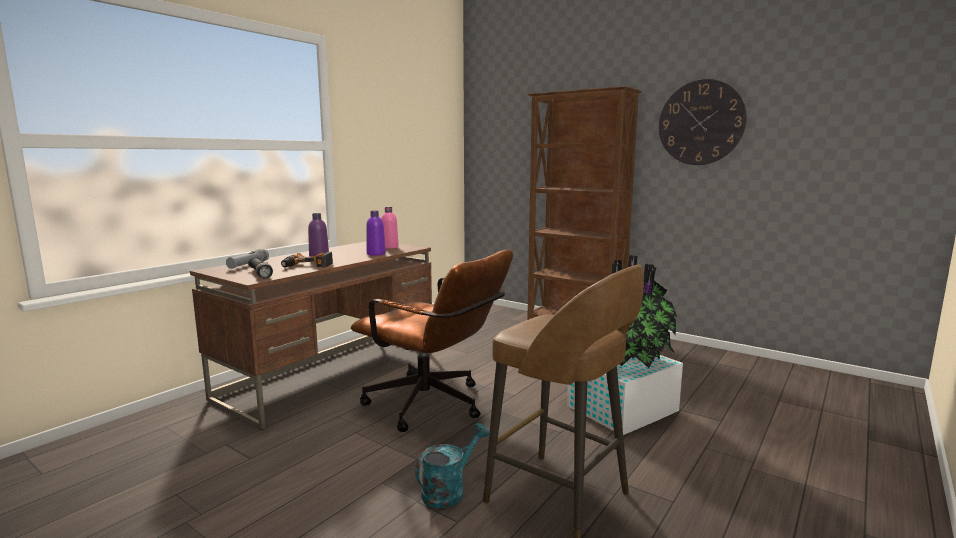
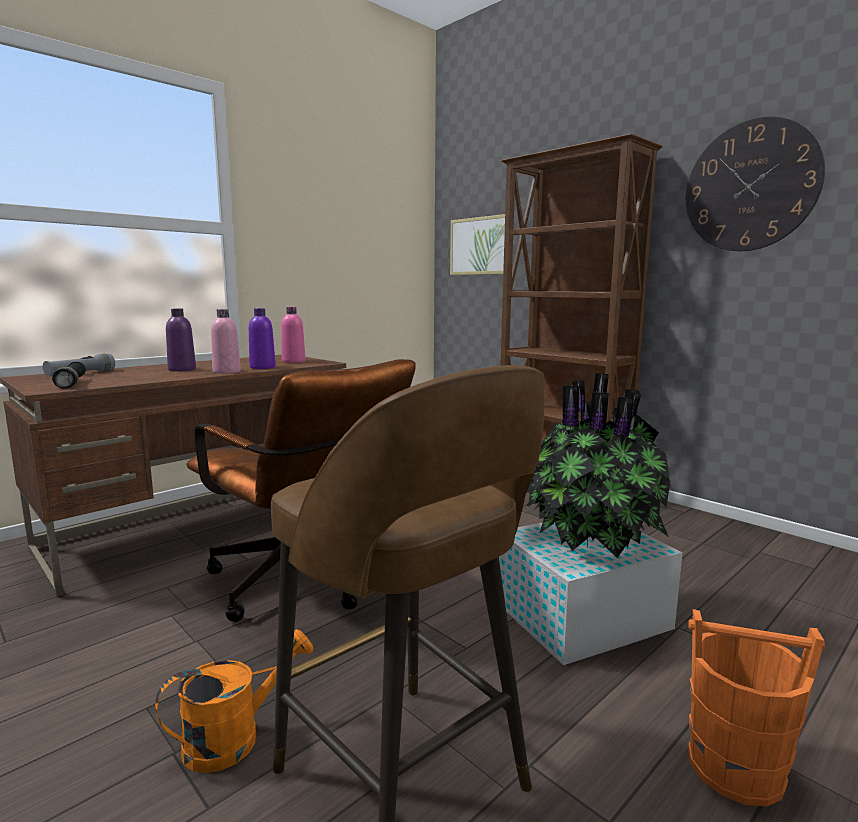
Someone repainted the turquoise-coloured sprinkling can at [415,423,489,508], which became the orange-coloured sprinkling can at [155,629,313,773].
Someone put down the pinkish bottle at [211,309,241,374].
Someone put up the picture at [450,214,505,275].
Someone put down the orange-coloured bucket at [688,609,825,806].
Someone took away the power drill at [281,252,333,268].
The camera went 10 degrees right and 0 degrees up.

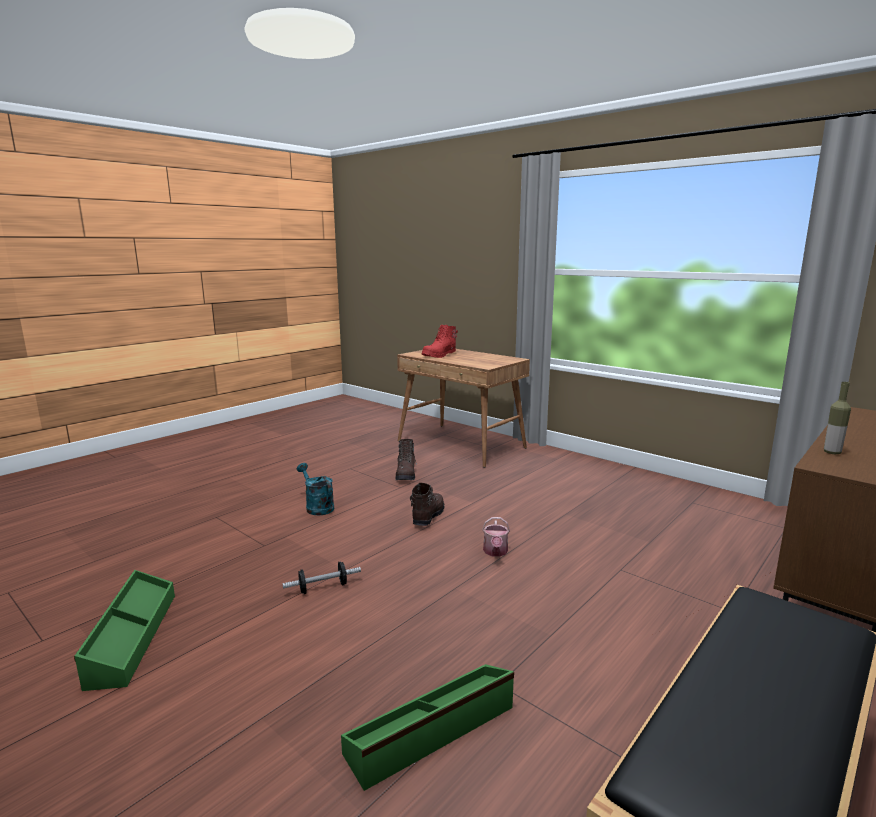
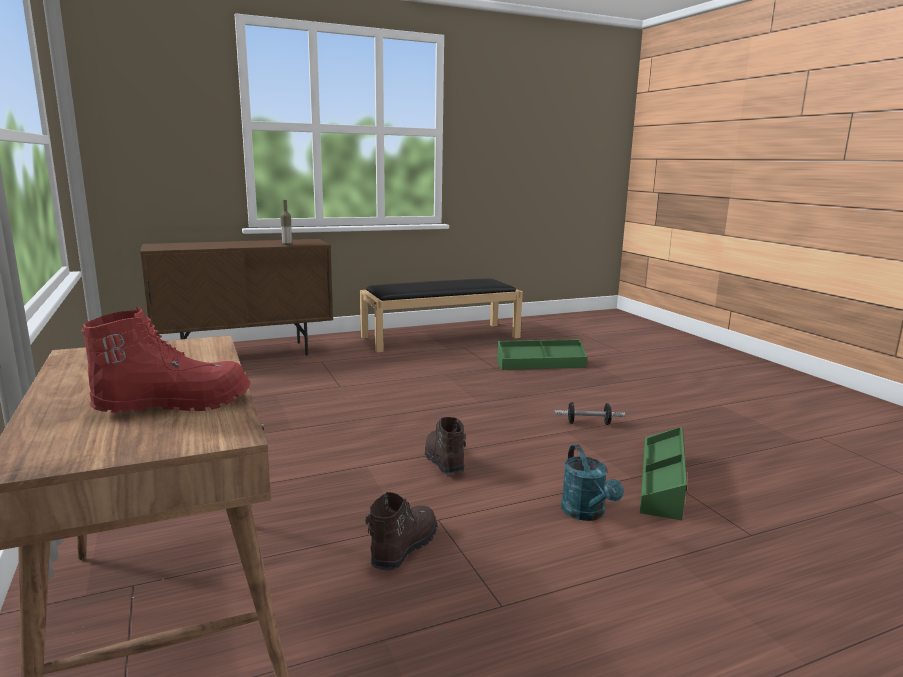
Someone rotated the brownish boot at [410,483,445,526] by 120 degrees clockwise.
Someone carried the green-coloured storage bin from [74,570,175,691] to [640,427,687,520].
Someone took away the sprinkling can at [482,517,510,557].
The camera went 155 degrees left and 0 degrees up.

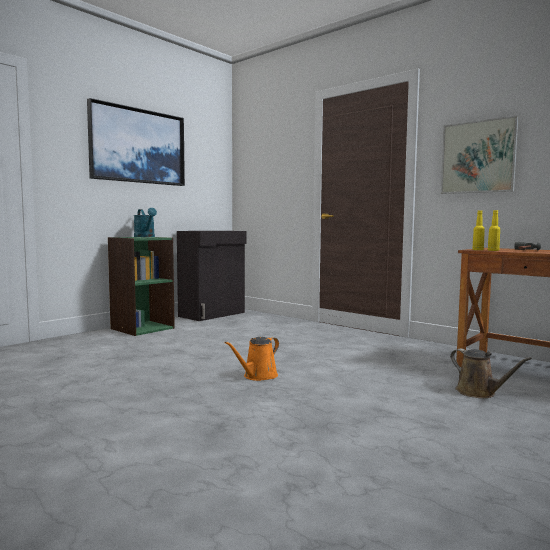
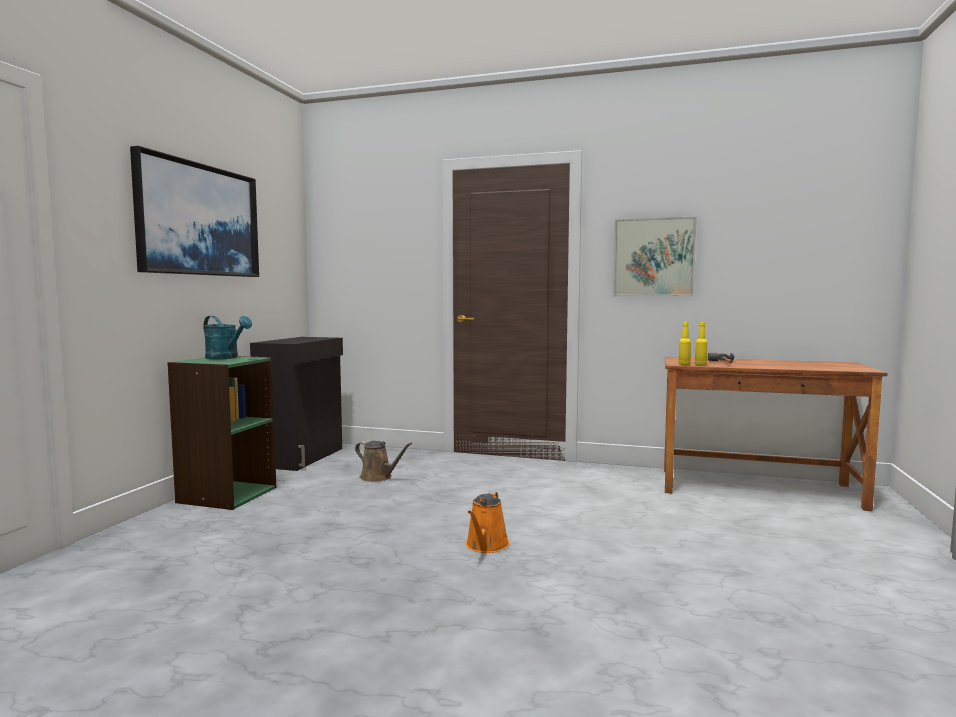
Someone carried the brownish sprinkling can from [450,349,532,398] to [355,441,412,482].
The camera went 25 degrees left and 0 degrees up.

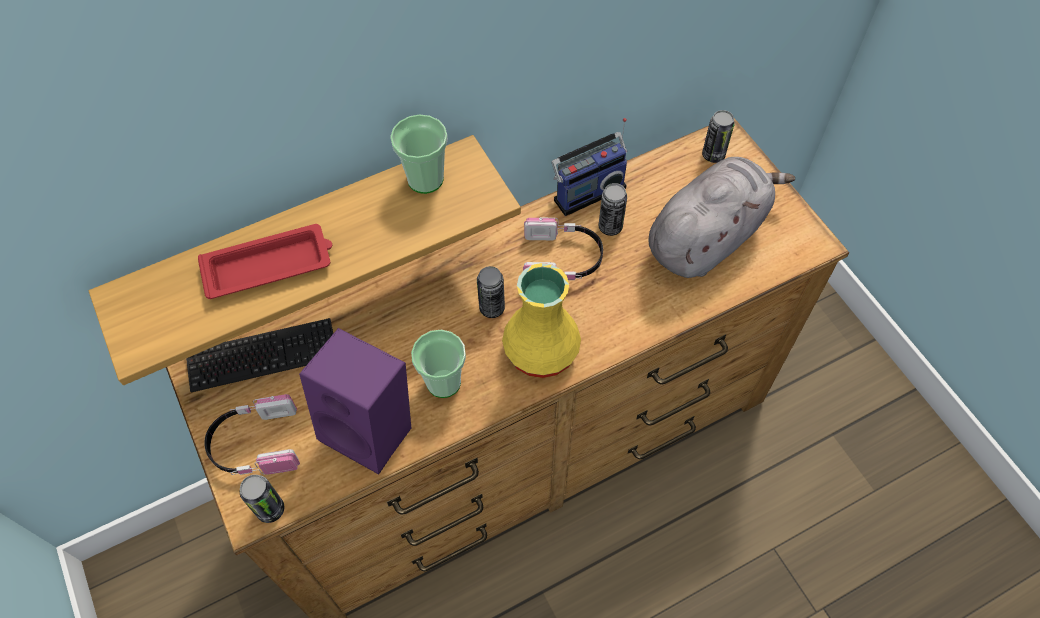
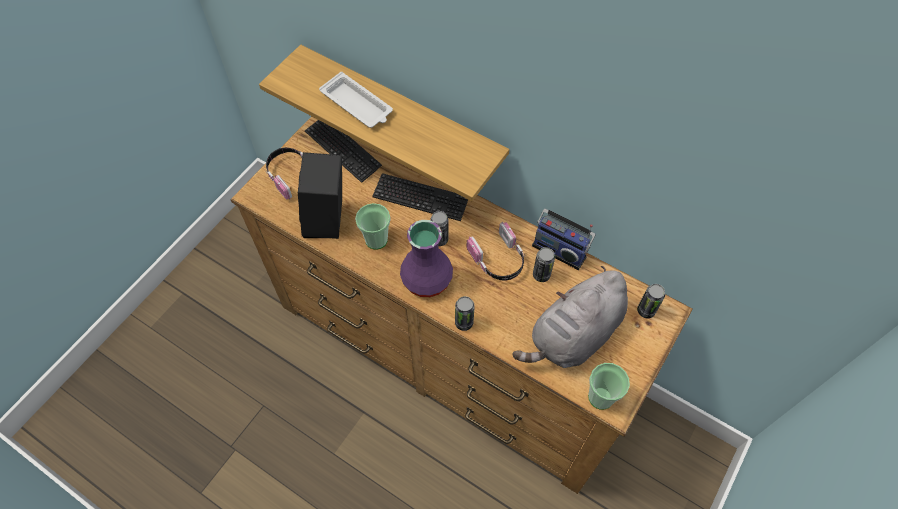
Someone repainted the purplish audio speaker at [299,328,411,475], which became the black-coloured audio speaker at [298,152,342,239].
Someone repainted the red-coloured tray at [198,224,332,299], which became the whitish tray at [319,72,393,128].
Someone put down the PC keyboard at [372,173,468,221].
Someone repainted the yellow flower vase at [502,263,581,378], which became the purplish flower vase at [400,220,453,297].
Someone carried the can from [240,475,285,523] to [455,296,475,331].
Someone rotated the grey plush toy at [648,157,795,278] by 120 degrees clockwise.
Someone carried the drinking cup from [390,114,448,194] to [588,363,630,410].
The camera went 60 degrees right and 0 degrees up.

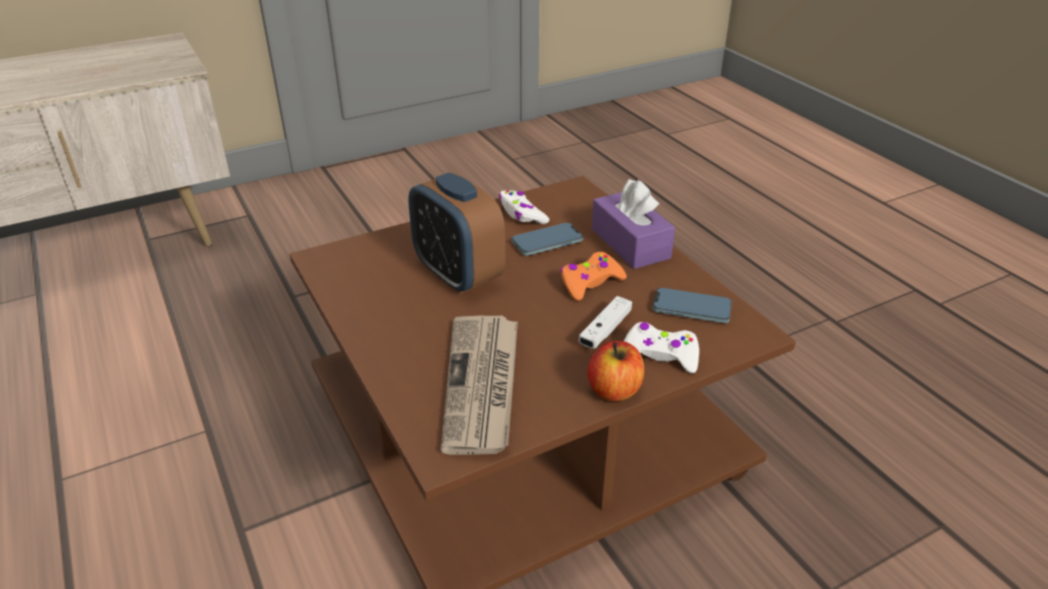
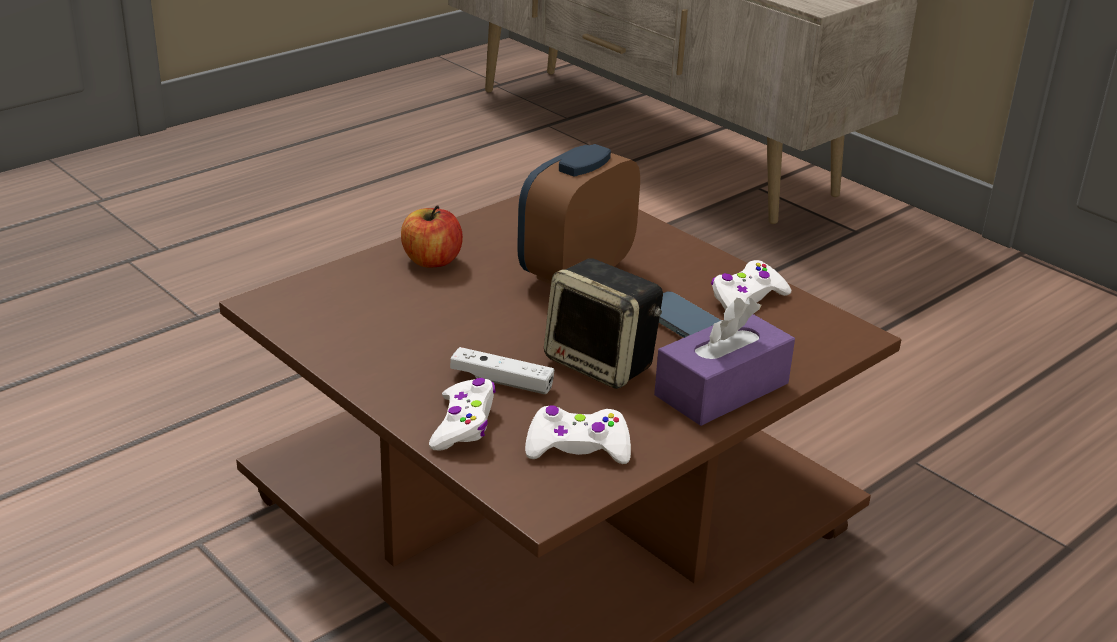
Someone carried the apple fruit from [588,341,644,402] to [401,205,463,268].
Someone swapped the telephone at [653,288,732,323] for the whitish gamepad at [525,405,631,464].
Someone swapped the orange-coloured gamepad at [561,252,627,301] for the audio speaker at [544,258,663,389].
Someone took away the newspaper at [441,316,518,455].
The camera went 75 degrees right and 5 degrees down.

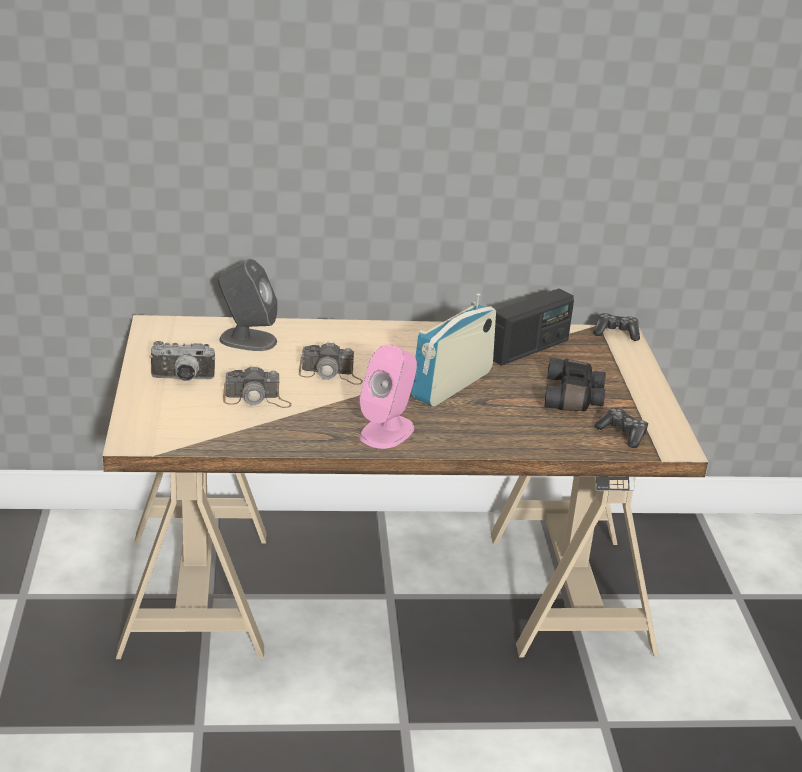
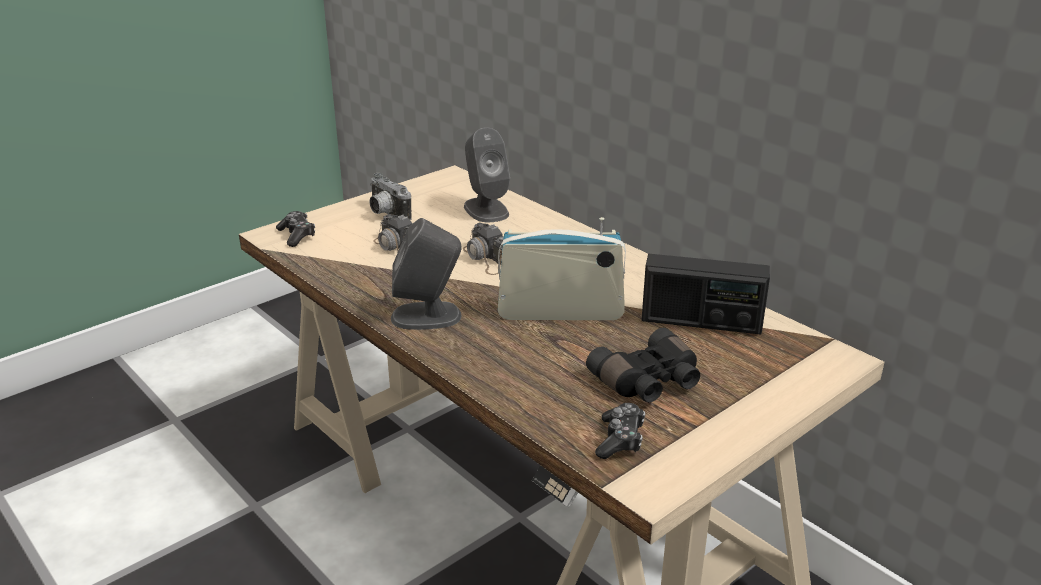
Someone carried the gamepad from [593,313,640,341] to [276,211,315,247].
Someone repainted the pinkish audio speaker at [359,345,417,449], which became the grey audio speaker at [391,218,462,330].
The camera went 55 degrees right and 0 degrees up.

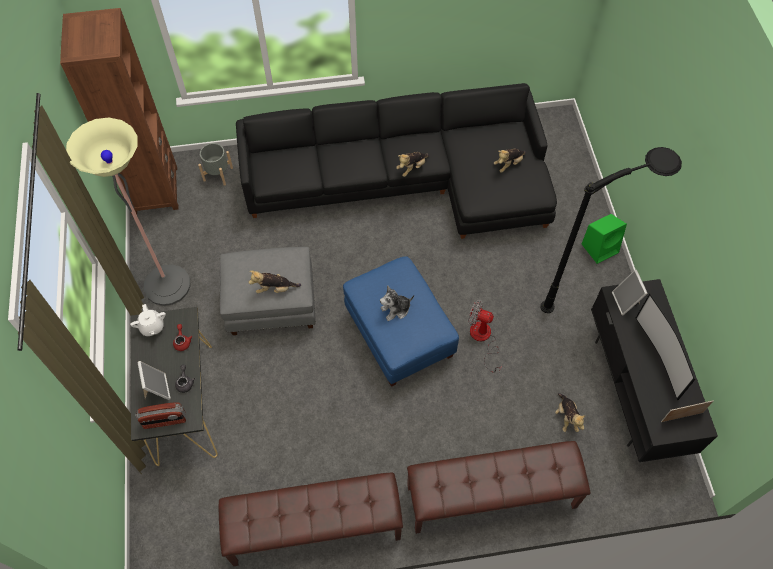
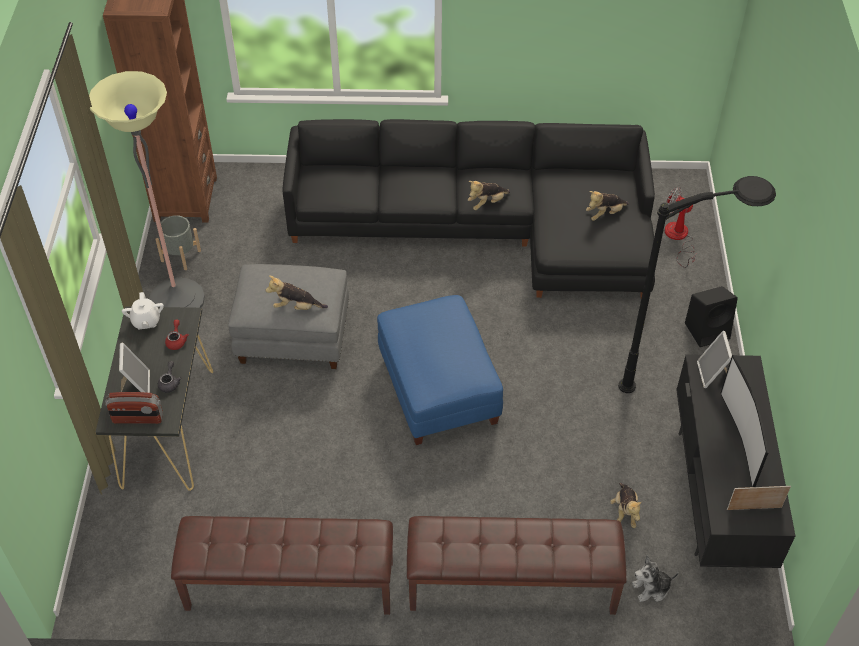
Someone carried the grey flower pot from [198,143,233,186] to [155,215,201,270].
Someone carried the plush toy from [380,285,414,321] to [632,555,678,602].
Someone carried the electric fan from [468,300,502,373] to [665,187,696,268].
Someone repainted the green-coloured audio speaker at [582,214,627,264], which became the black-coloured audio speaker at [685,286,738,347].
The camera went 10 degrees right and 10 degrees down.

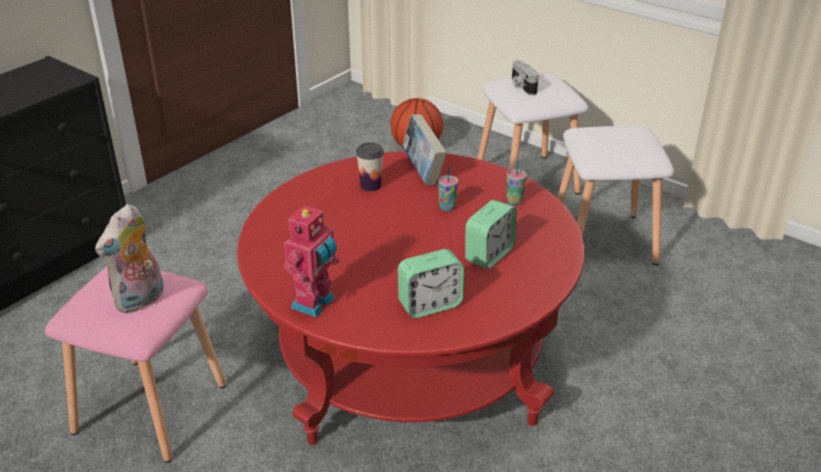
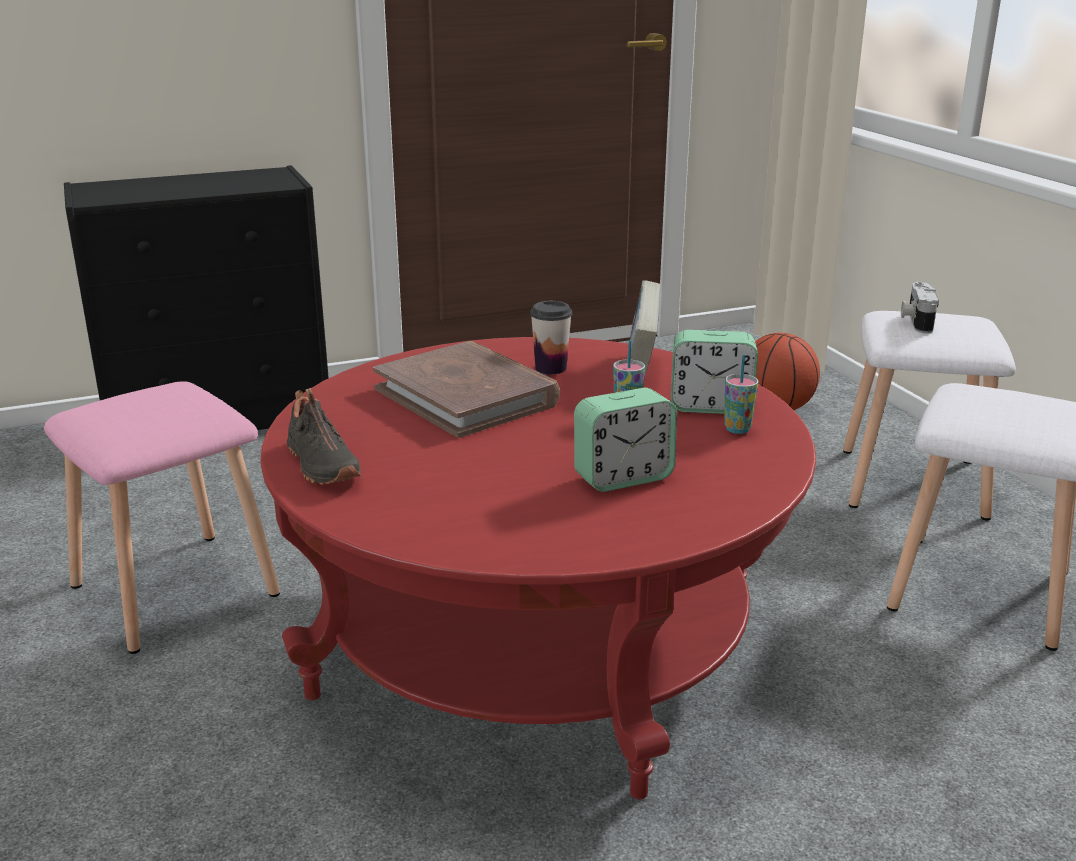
Someone swapped the toy robot at [284,204,339,317] for the black-coloured low shoe at [287,388,361,485].
Someone put down the brownish volume at [373,341,560,438].
Someone carried the bedside clock from [398,249,464,318] to [671,330,758,414].
Someone took away the plush toy at [95,204,164,313].
The camera went 30 degrees right and 10 degrees down.

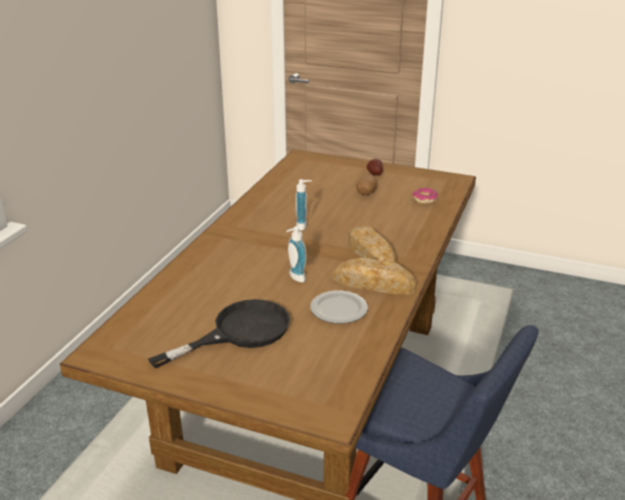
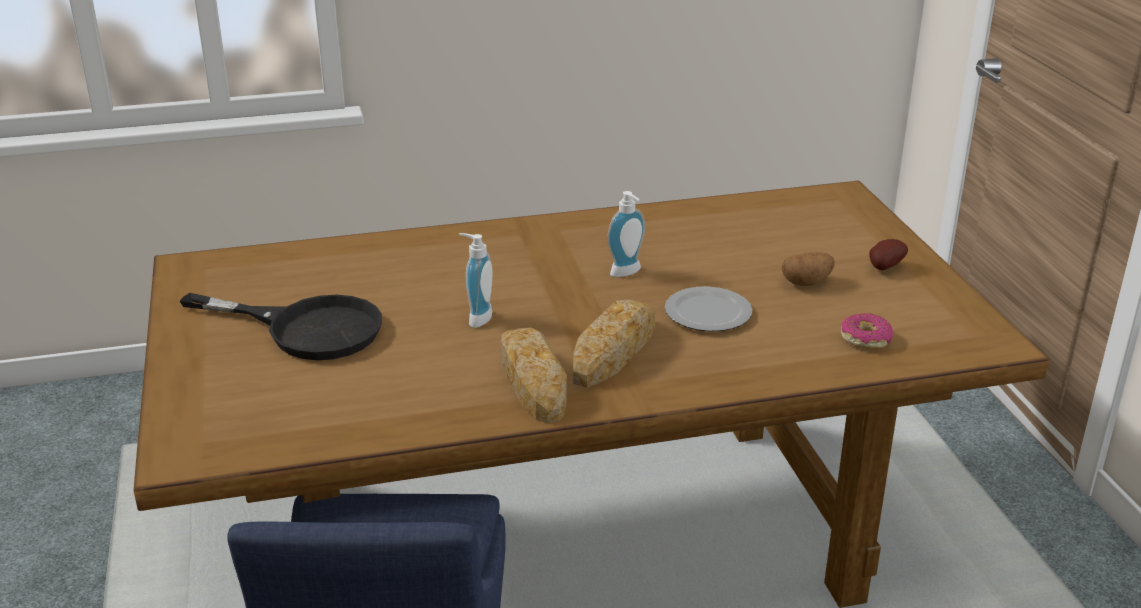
Someone carried the plate from [310,290,368,324] to [665,286,752,332].
The camera went 55 degrees right and 0 degrees up.

